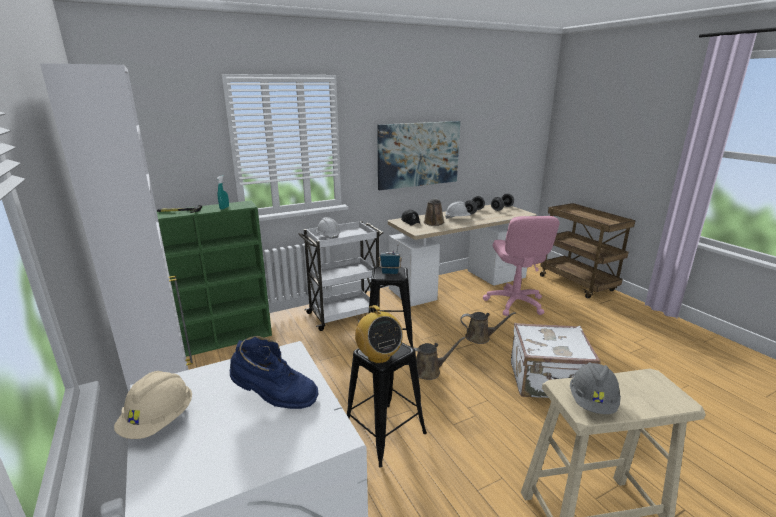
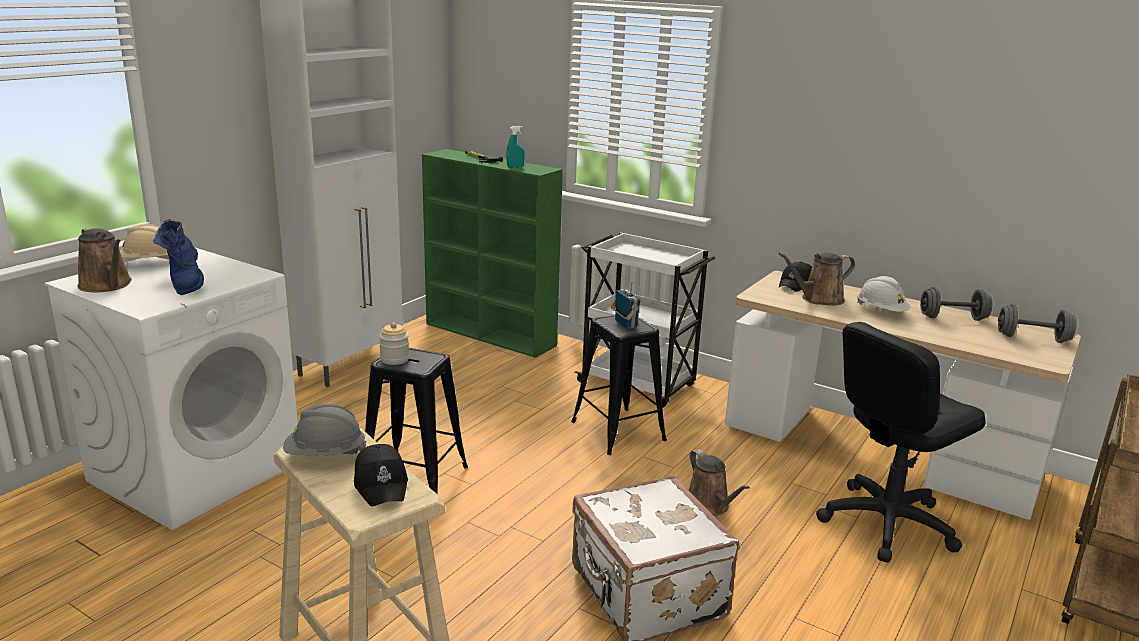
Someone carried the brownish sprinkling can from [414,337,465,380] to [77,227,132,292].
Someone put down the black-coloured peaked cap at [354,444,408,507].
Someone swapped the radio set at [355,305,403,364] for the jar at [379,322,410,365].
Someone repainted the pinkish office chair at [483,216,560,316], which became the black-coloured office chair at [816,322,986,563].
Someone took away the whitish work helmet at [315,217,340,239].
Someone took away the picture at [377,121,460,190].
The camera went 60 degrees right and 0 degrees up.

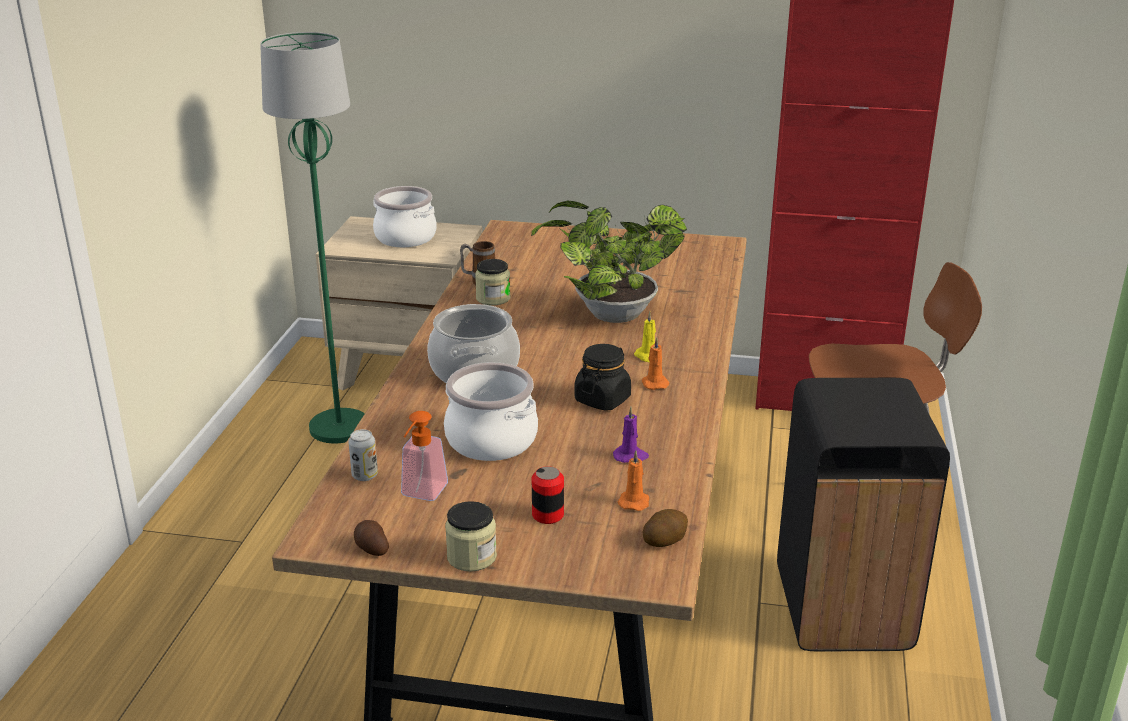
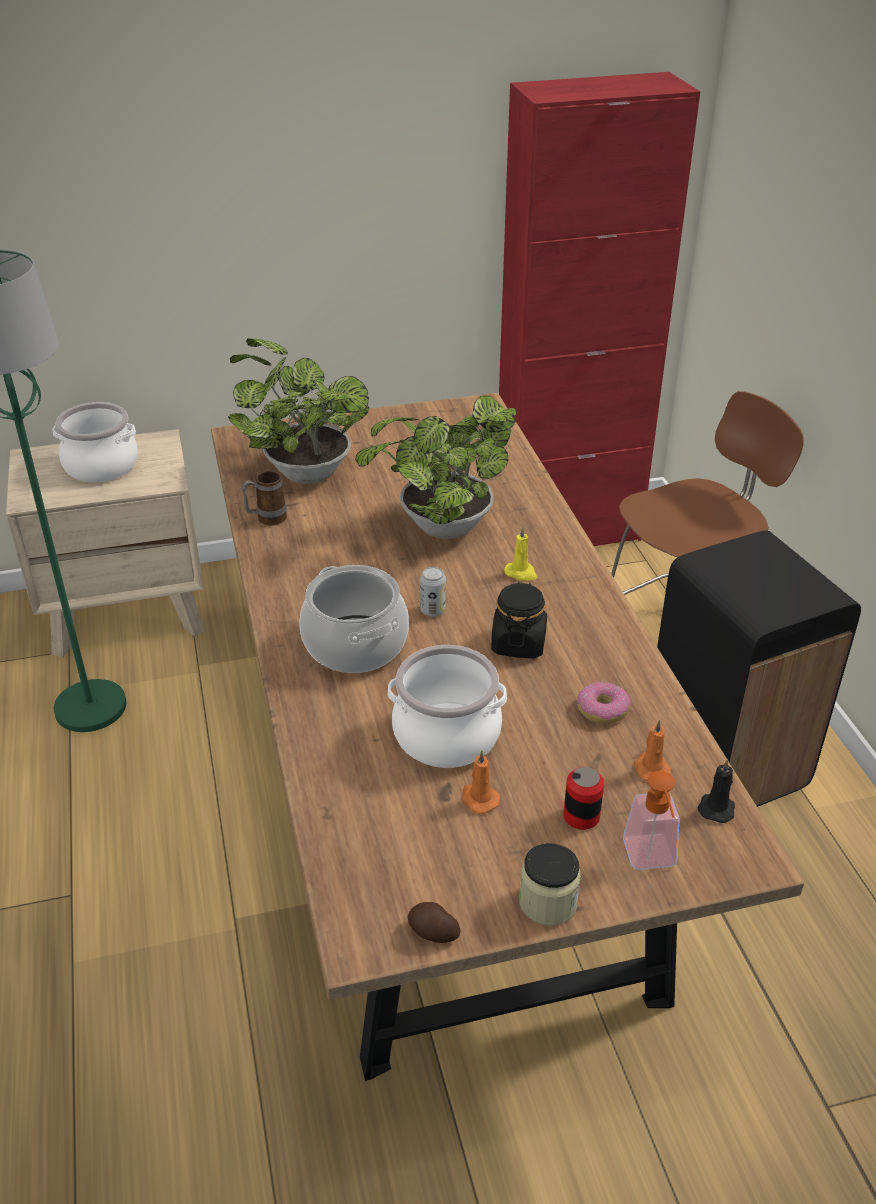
Someone put down the houseplant at [228,338,369,484].
Someone carried the can from [348,429,378,481] to [420,567,446,617].
Someone carried the orange-coloured wax candle from [642,337,670,390] to [461,750,500,814].
Someone swapped the purplish wax candle at [613,407,649,463] for the doughnut at [577,682,631,724].
Someone carried the soap dispenser from [401,411,448,501] to [623,771,680,870].
Someone swapped the spud at [643,509,688,547] for the black-coloured wax candle at [698,759,735,823].
Someone took away the jar at [475,259,510,305].
The camera went 25 degrees left and 10 degrees up.

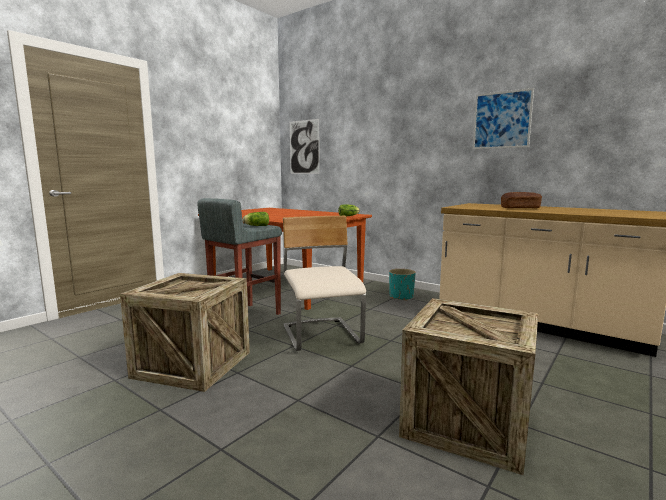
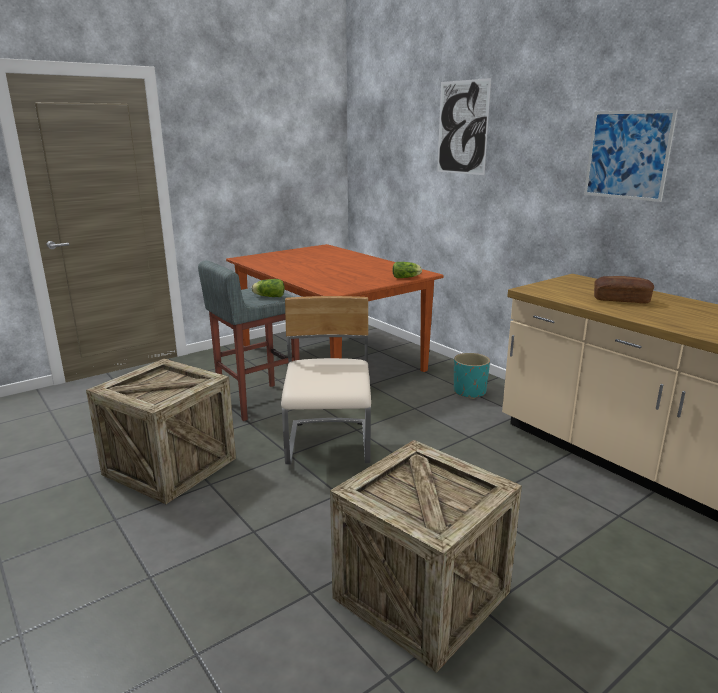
Someone carried the picture from [290,119,320,174] to [437,78,491,175].
The camera went 15 degrees right and 10 degrees up.

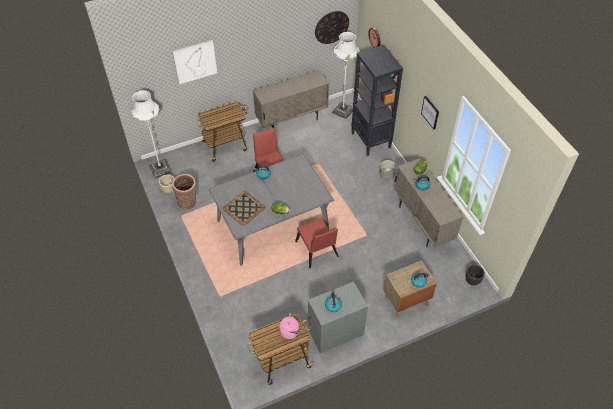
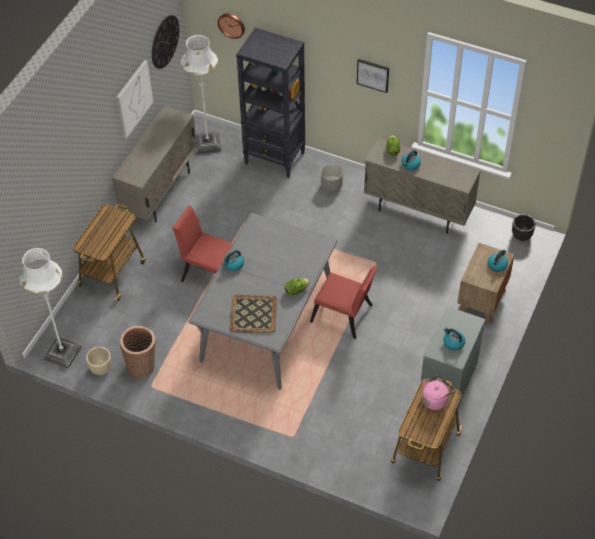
Someone carried the picture from [172,40,217,84] to [116,60,153,139].
The camera went 40 degrees left and 0 degrees up.

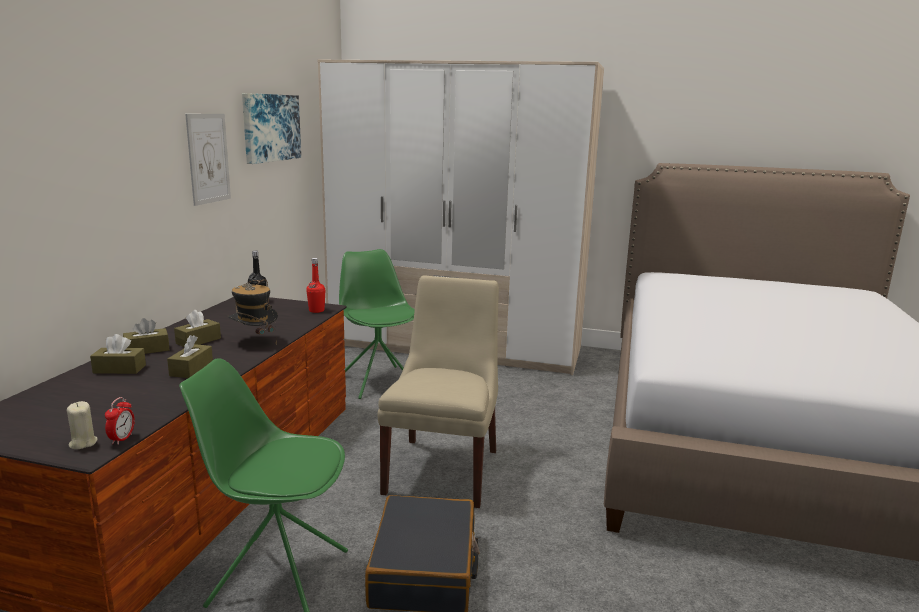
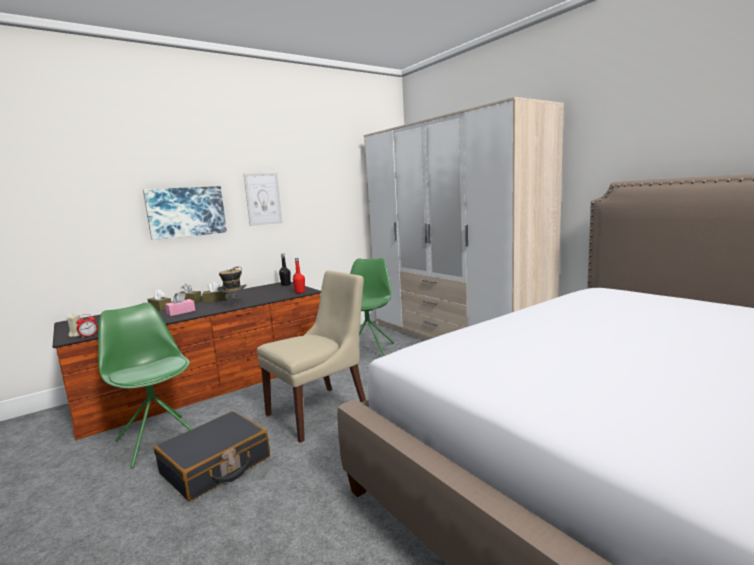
Someone carried the picture from [242,93,301,164] to [143,186,227,240].
Someone repainted the brownish tissue holder at [167,335,213,378], which became the pinkish tissue holder at [165,292,195,316].
The camera went 40 degrees right and 5 degrees down.

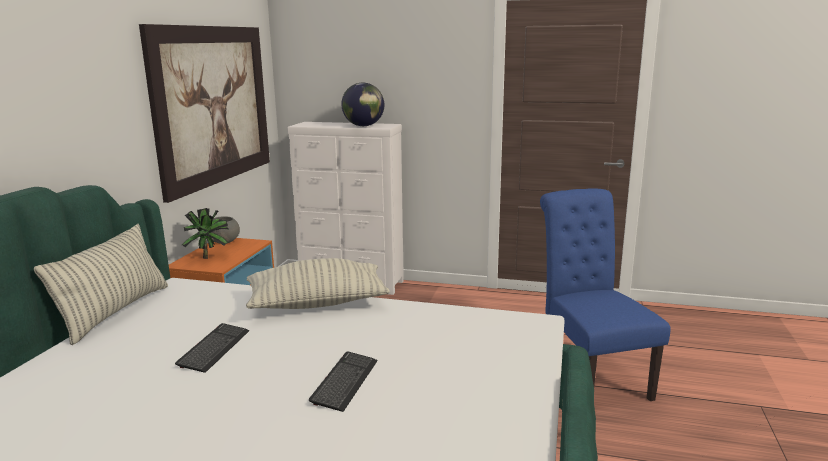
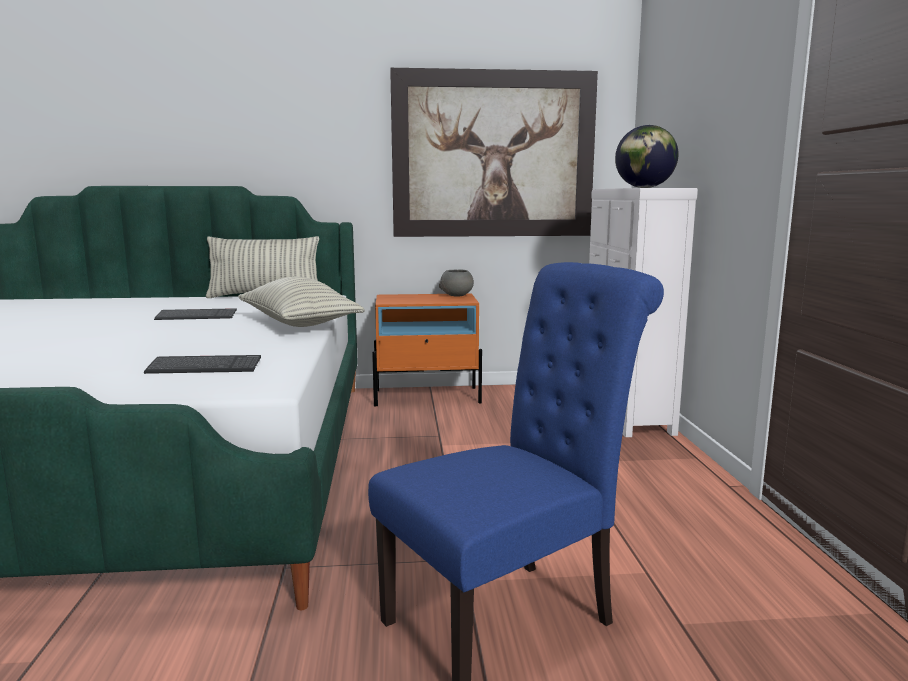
Someone carried the PC keyboard from [309,351,377,412] to [144,355,261,374].
Someone took away the houseplant at [182,208,229,259].
The camera went 70 degrees right and 5 degrees down.

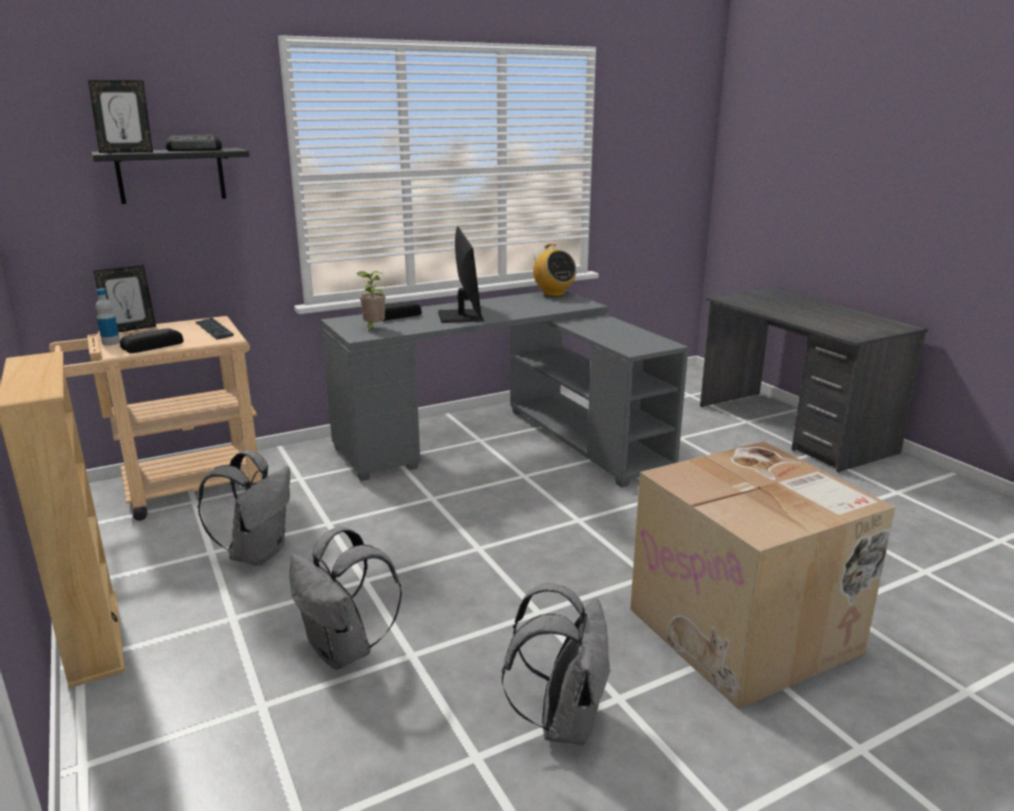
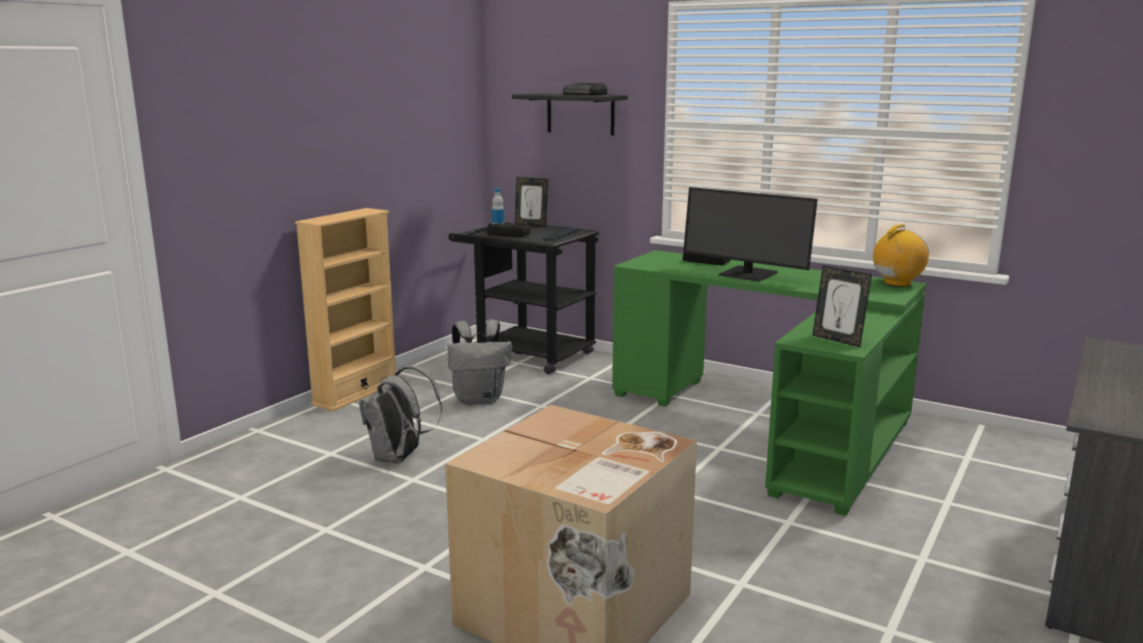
Someone repainted the beige-coloured wheeled cart at [49,316,263,521], which became the black-coloured wheeled cart at [448,222,599,374].
Someone repainted the grey desk table at [321,291,688,487], which became the green-coloured desk table at [612,250,926,516].
Someone rotated the computer display at [438,227,484,323] by 75 degrees clockwise.
Someone carried the standing frame from [88,80,153,153] to [812,265,872,347].
Someone rotated the radio set at [533,244,576,297] by 150 degrees counterclockwise.
Someone took away the houseplant at [357,271,386,332].
Someone took away the grey knapsack at [502,583,611,746].
The camera went 60 degrees right and 5 degrees down.

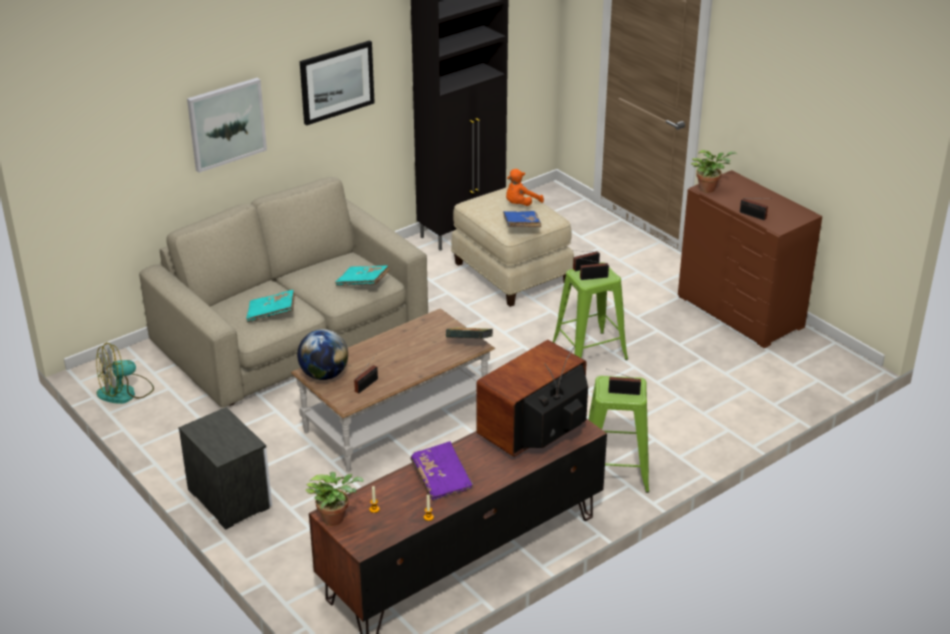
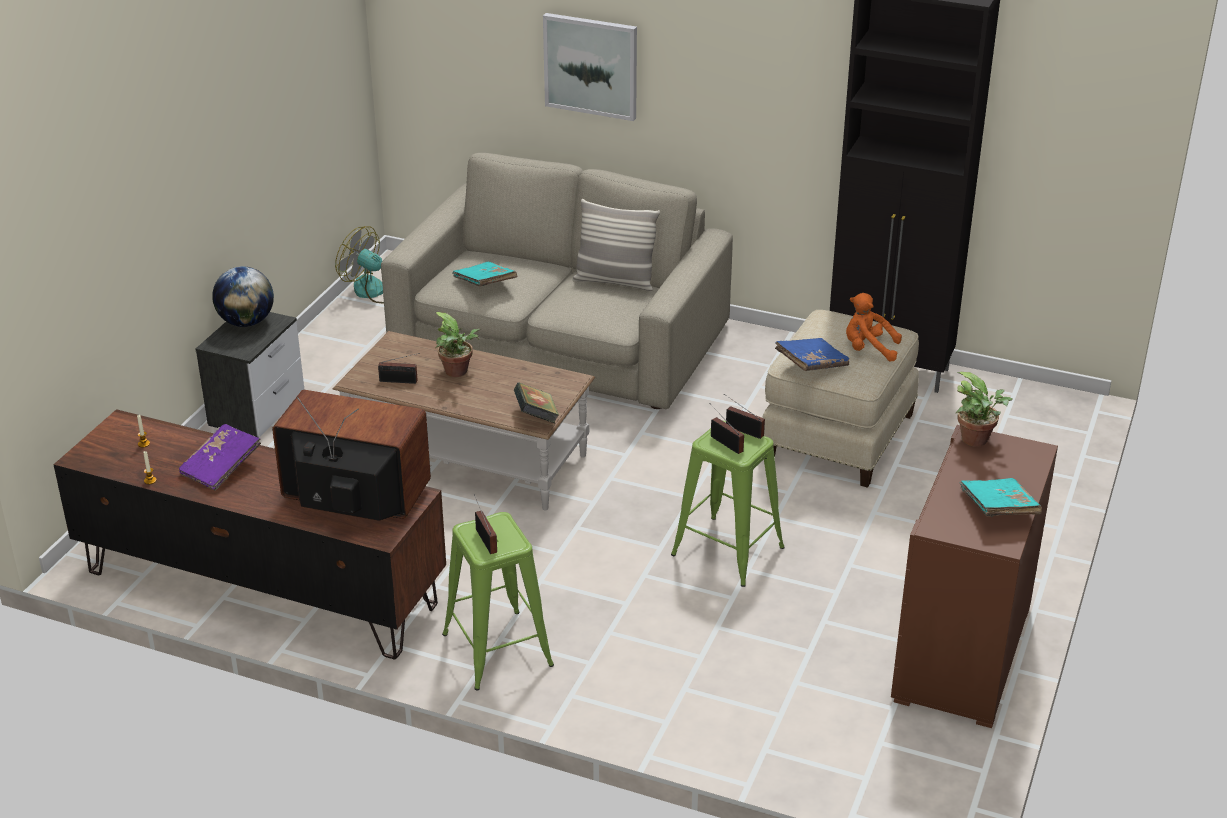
Someone carried the desk globe from [297,329,348,380] to [212,266,274,327].
Someone carried the houseplant from [305,472,364,526] to [436,312,480,377].
Someone put down the throw pillow at [572,199,660,291].
Someone carried the turquoise-coloured volume from [335,265,390,286] to [960,478,1042,516].
Someone took away the picture at [300,41,375,126].
Someone took away the radio set at [740,198,772,220].
The camera went 60 degrees right and 0 degrees up.

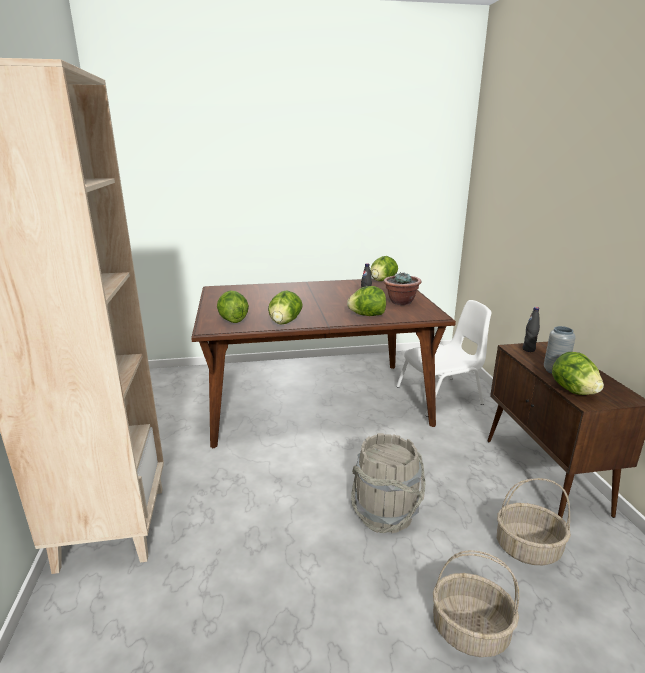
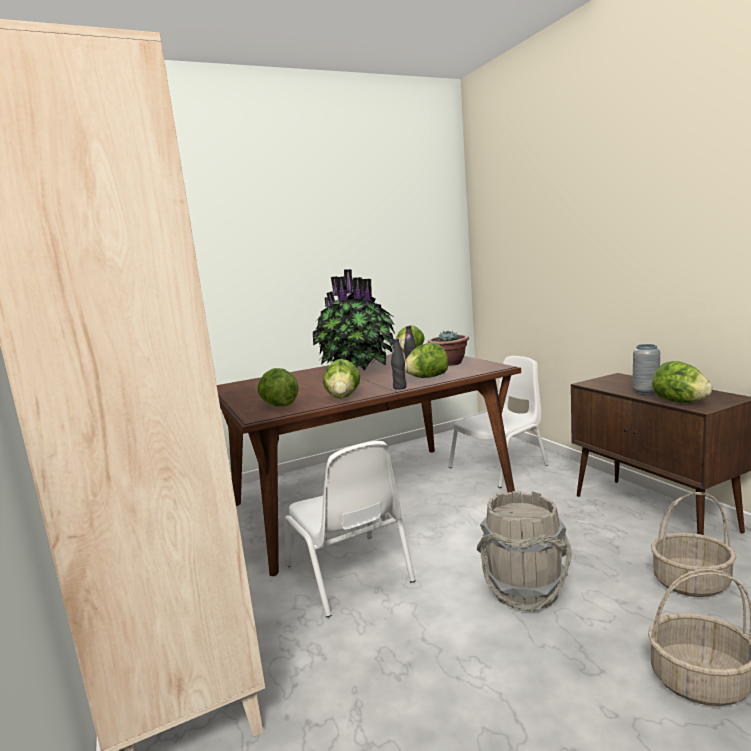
Someone put down the whitish plain chair at [284,441,415,617].
Someone put down the houseplant at [313,269,395,370].
Someone carried the black-coloured bottle from [522,307,540,352] to [391,339,407,390].
The camera went 15 degrees left and 10 degrees down.

